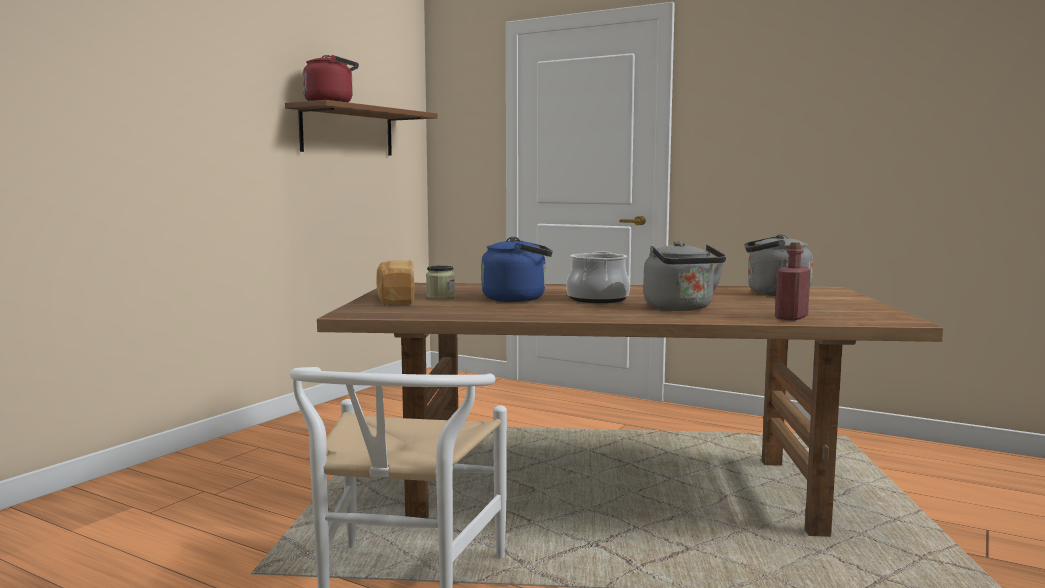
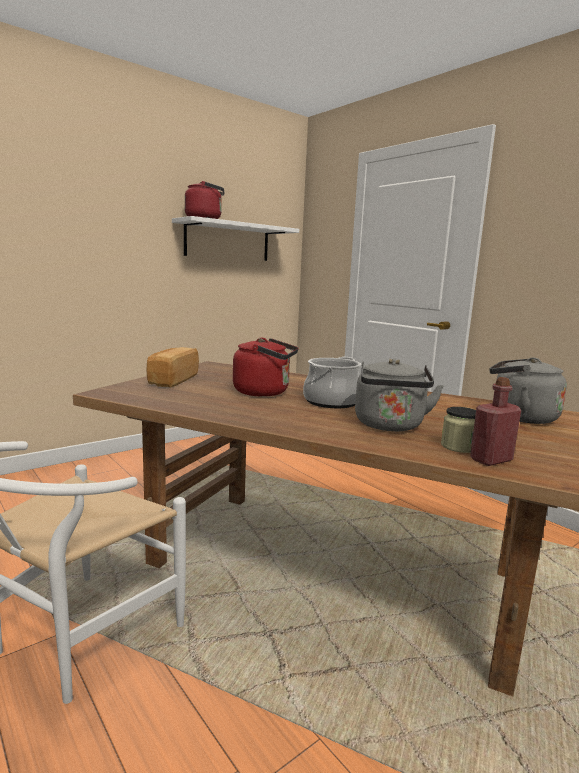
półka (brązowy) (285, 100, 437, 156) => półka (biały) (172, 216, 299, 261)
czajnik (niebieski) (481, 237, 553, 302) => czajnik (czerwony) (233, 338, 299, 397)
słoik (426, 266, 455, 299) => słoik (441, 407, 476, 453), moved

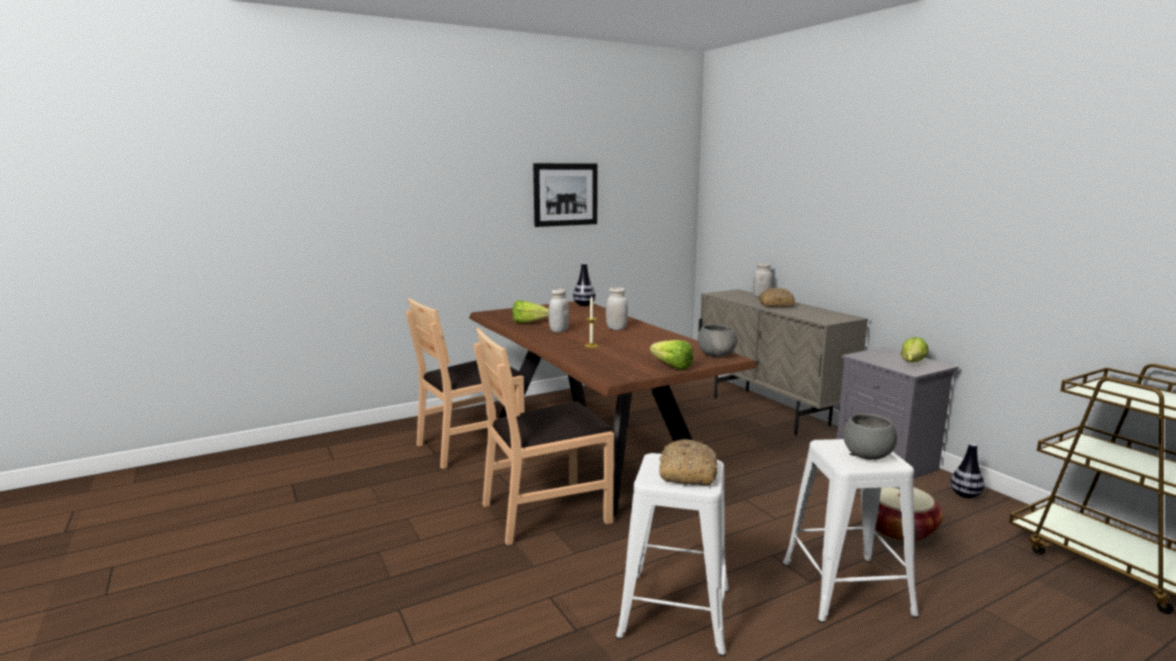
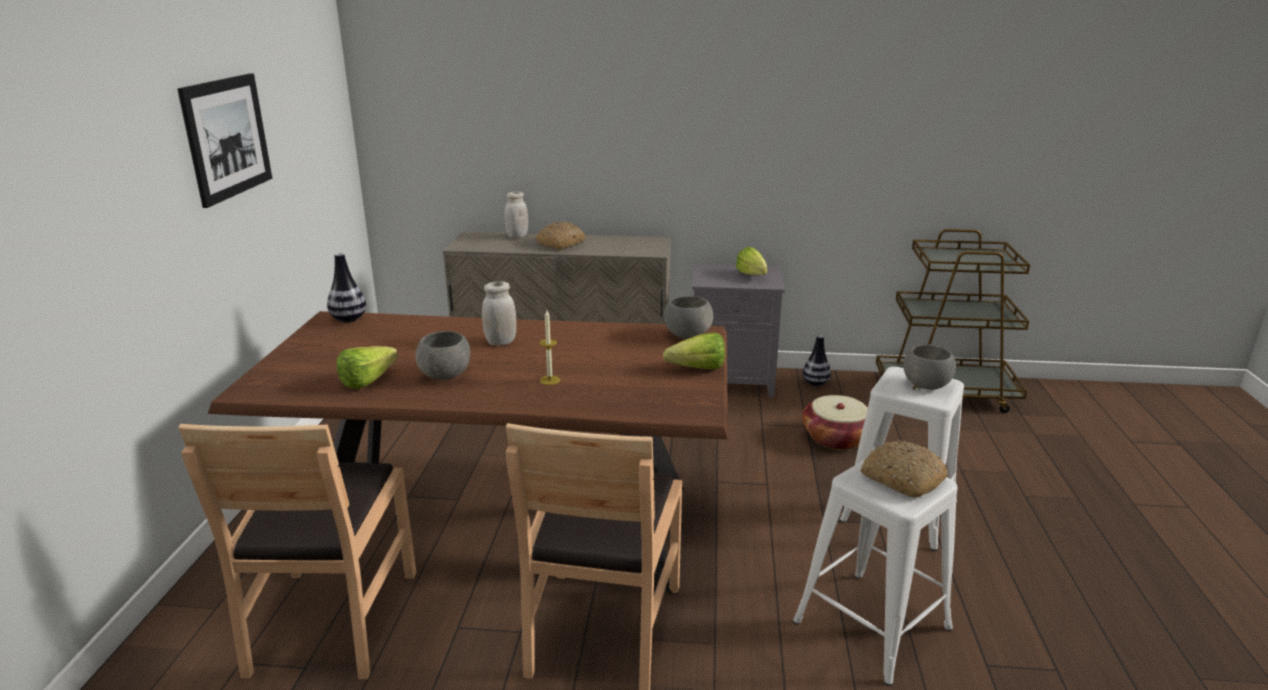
słoik (biały) (548, 289, 569, 332) => miska (szary) (415, 331, 470, 380)

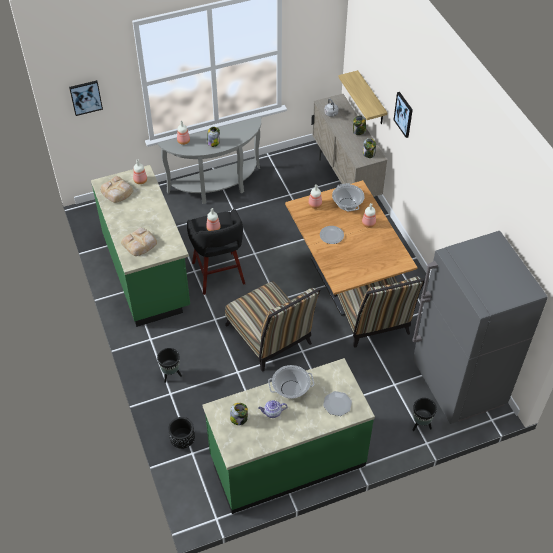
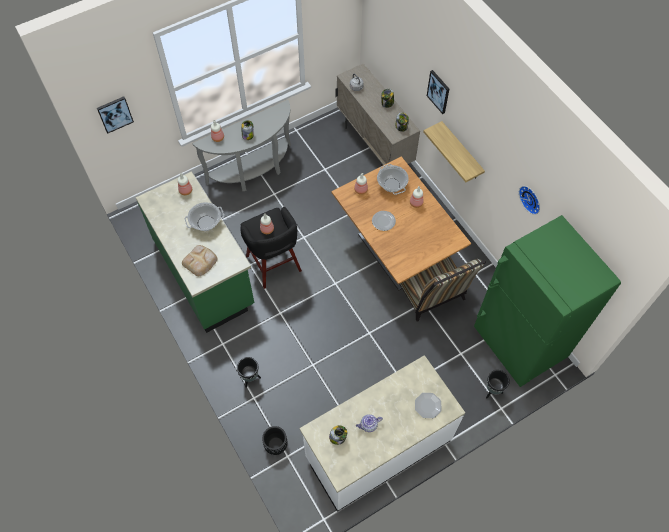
półka (338, 70, 387, 124) => półka (423, 121, 485, 182), moved
chleb (100, 176, 133, 203) => nothing
lodówka (szary) (412, 231, 547, 424) => lodówka (zielony) (474, 215, 621, 387)
krzesło (225, 281, 321, 372) => nothing
zabudowa kuchenna (zielony) (203, 358, 375, 514) => zabudowa kuchenna (biały) (299, 355, 465, 512)
garnek (268, 365, 314, 399) => garnek (184, 202, 224, 231), moved
nothing => zegar ścienny (519, 186, 540, 215)

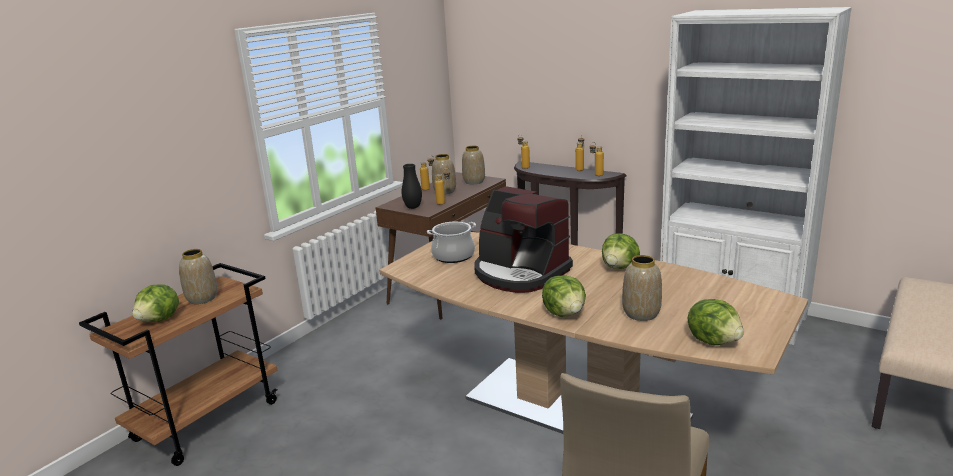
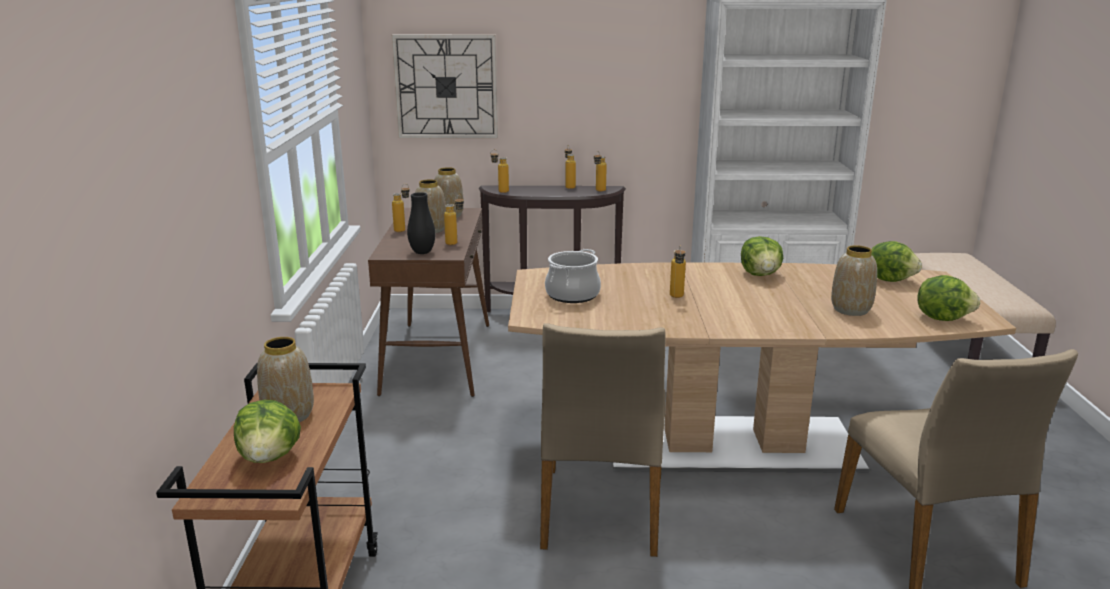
ekspres do kawy (474, 186, 573, 293) => butelka (670, 245, 686, 298)
sałata (542, 275, 586, 317) => sałata (871, 241, 922, 282), moved
nothing => zegar ścienny (392, 34, 498, 139)
nothing => krzesło (beżowy) (540, 323, 666, 557)

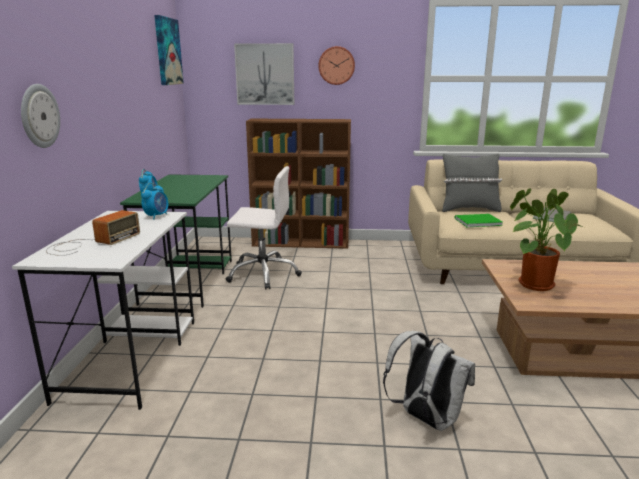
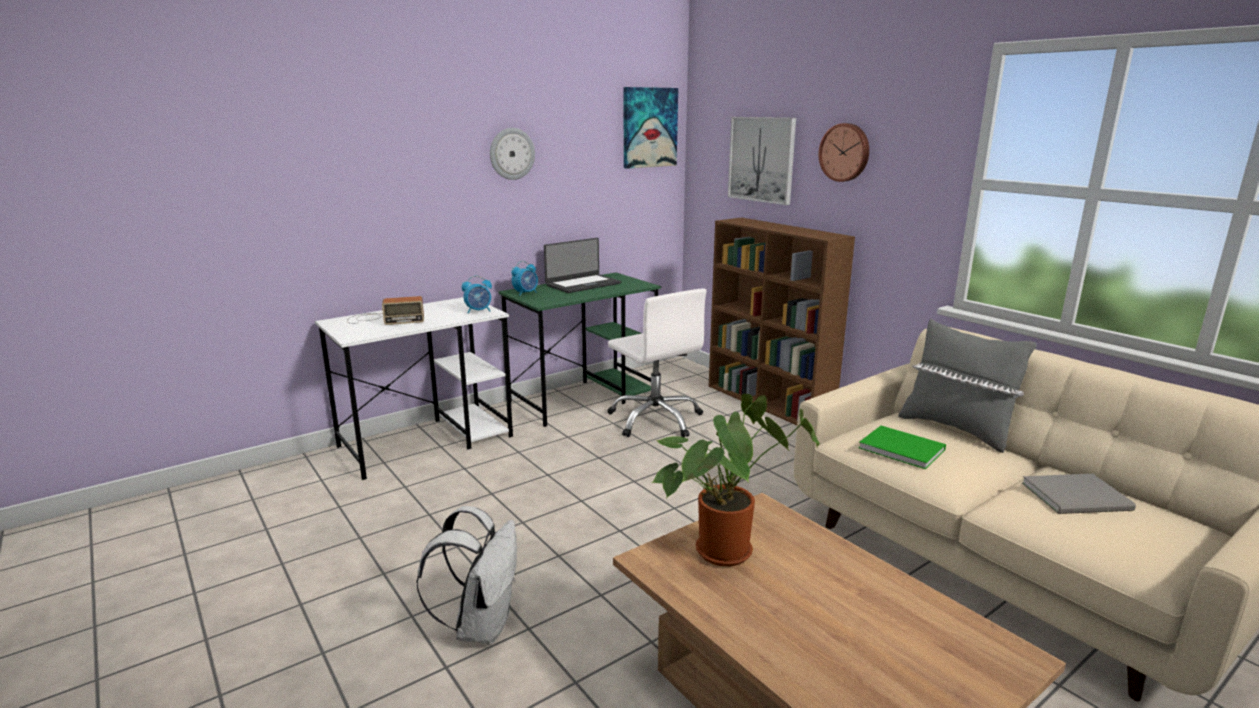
zegar ścienny (21, 84, 60, 148) => zegar ścienny (490, 128, 535, 180), moved
nothing => laptop (544, 238, 621, 293)

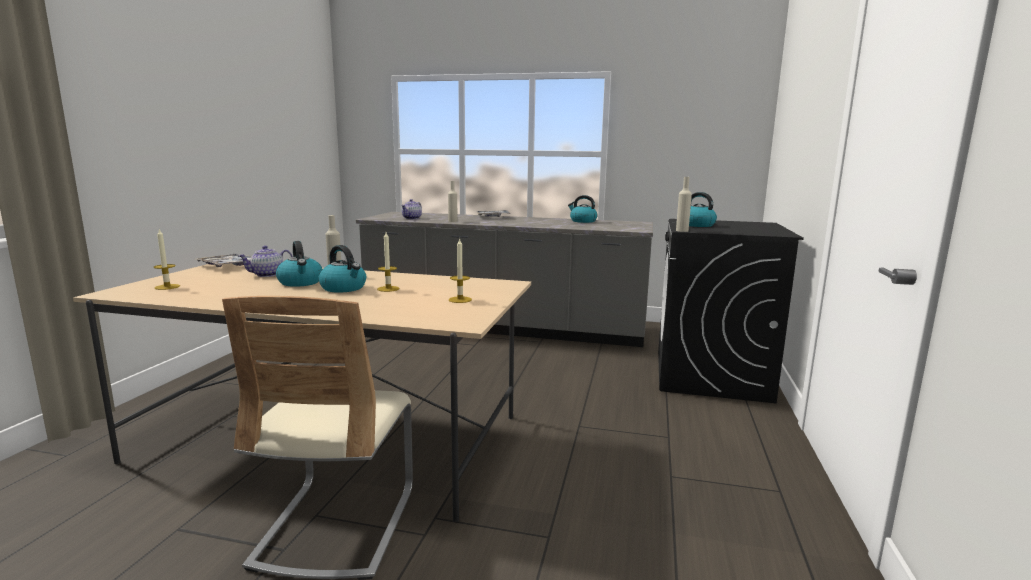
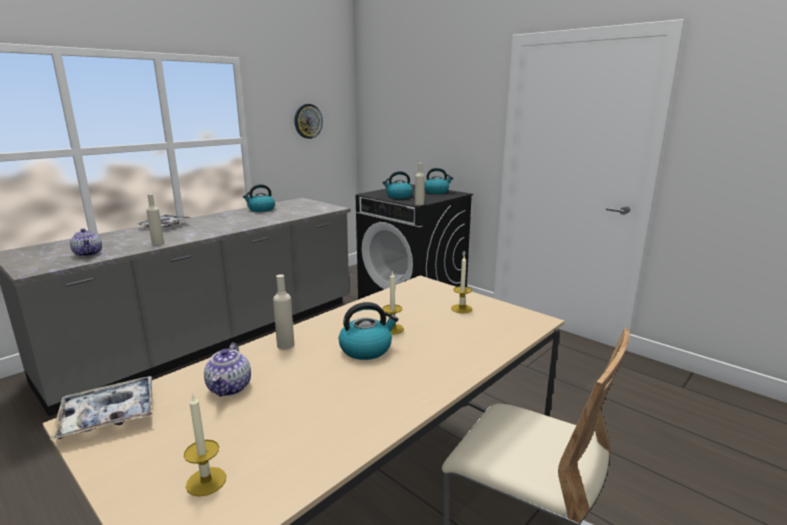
czajnik (276, 241, 322, 287) => czajnik (425, 168, 453, 194), moved
nothing => zegar ścienny (294, 104, 323, 139)

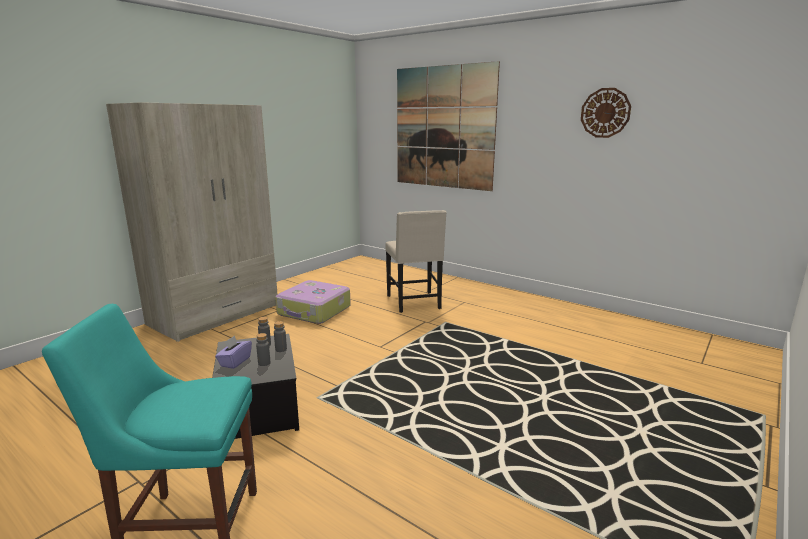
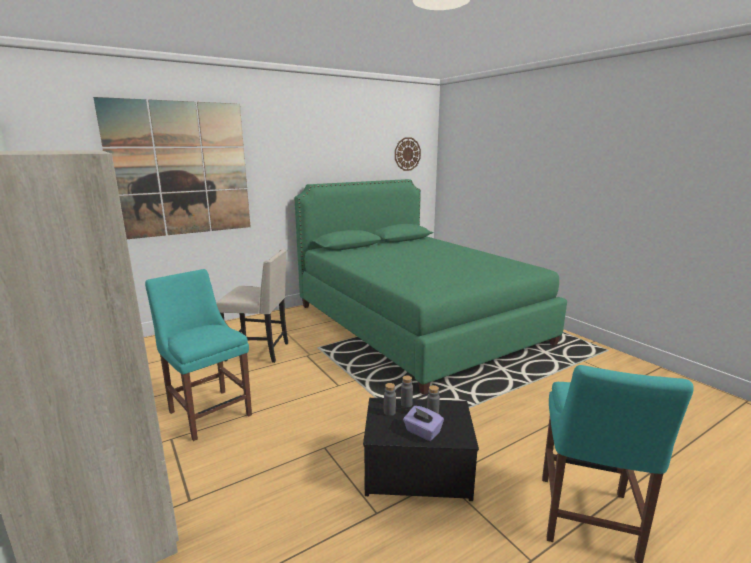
zegar ścienny (581, 88, 631, 138) => zegar ścienny (395, 137, 421, 171), moved
walizka (275, 280, 351, 324) => krzesło (turkusowy) (145, 269, 252, 441)
nothing => łóżko (zielony) (294, 179, 567, 395)

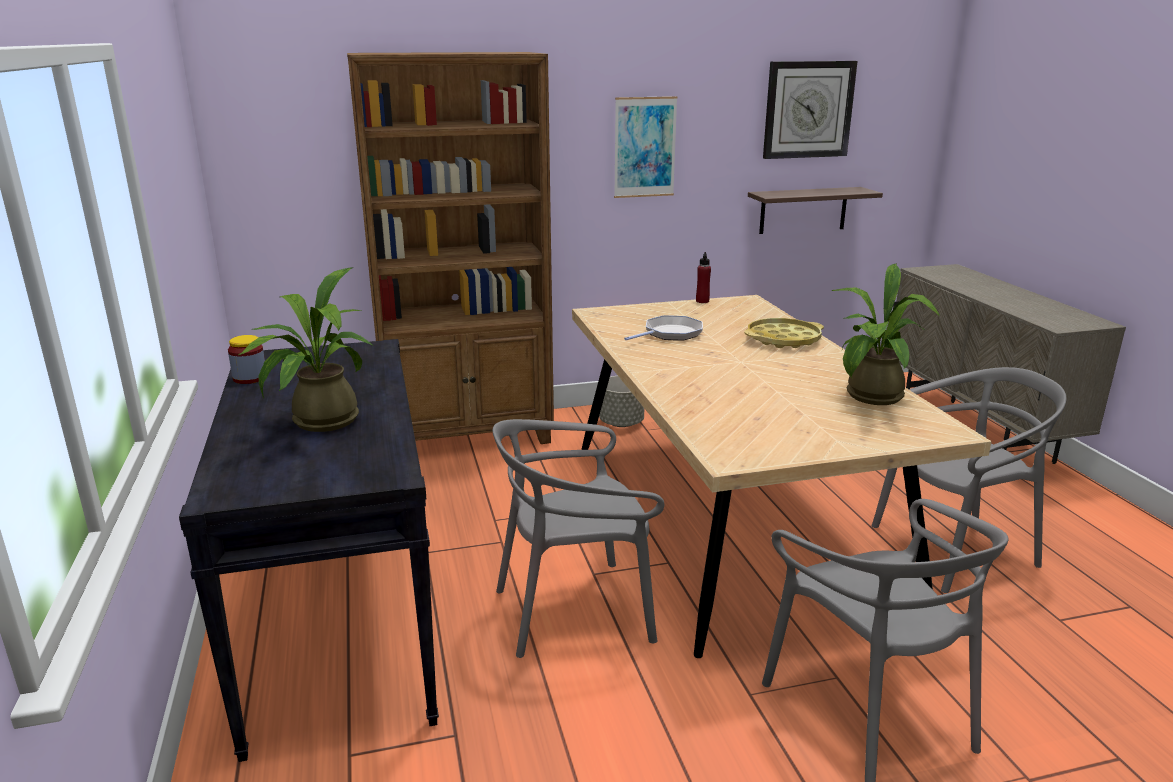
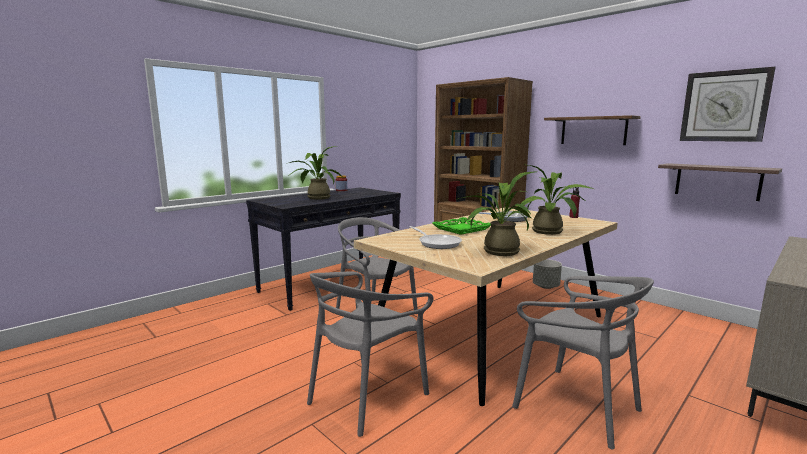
obraz (614, 96, 678, 198) => półka (544, 115, 641, 145)
taca (żółty) (744, 318, 824, 348) => roślina doniczkowa (521, 165, 594, 235)
nothing => taca (zielony) (432, 217, 491, 235)
nothing => patelnia (409, 226, 462, 249)

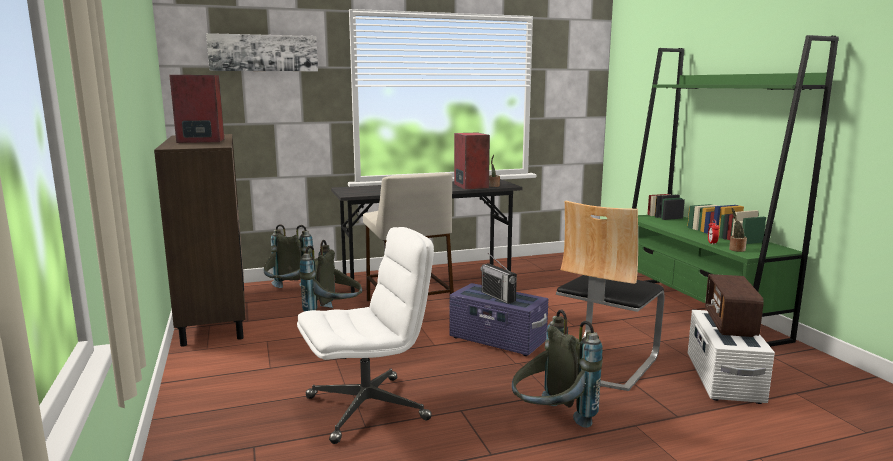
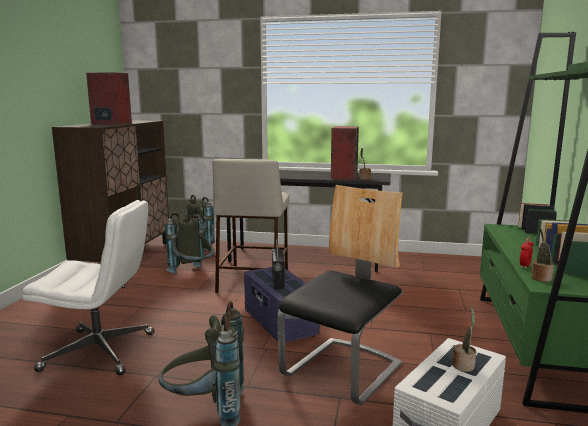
obraz (206, 33, 318, 72) => nothing
krzesło (556, 200, 664, 391) => krzesło (277, 185, 403, 405), 150 degrees clockwise
radio (705, 274, 764, 337) => roślina doniczkowa (453, 307, 476, 372)

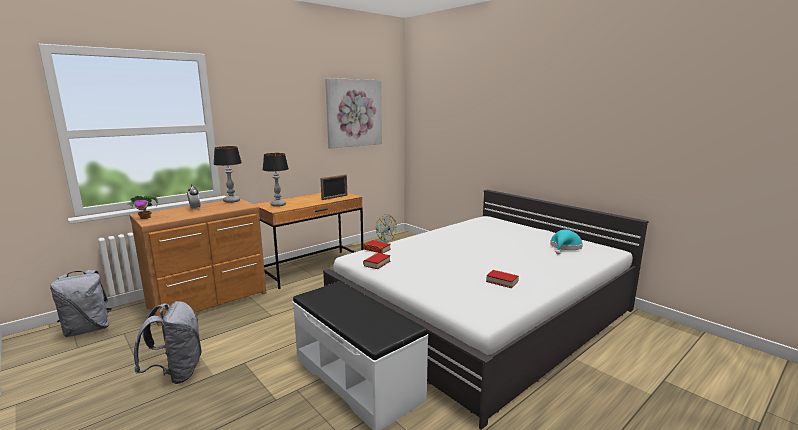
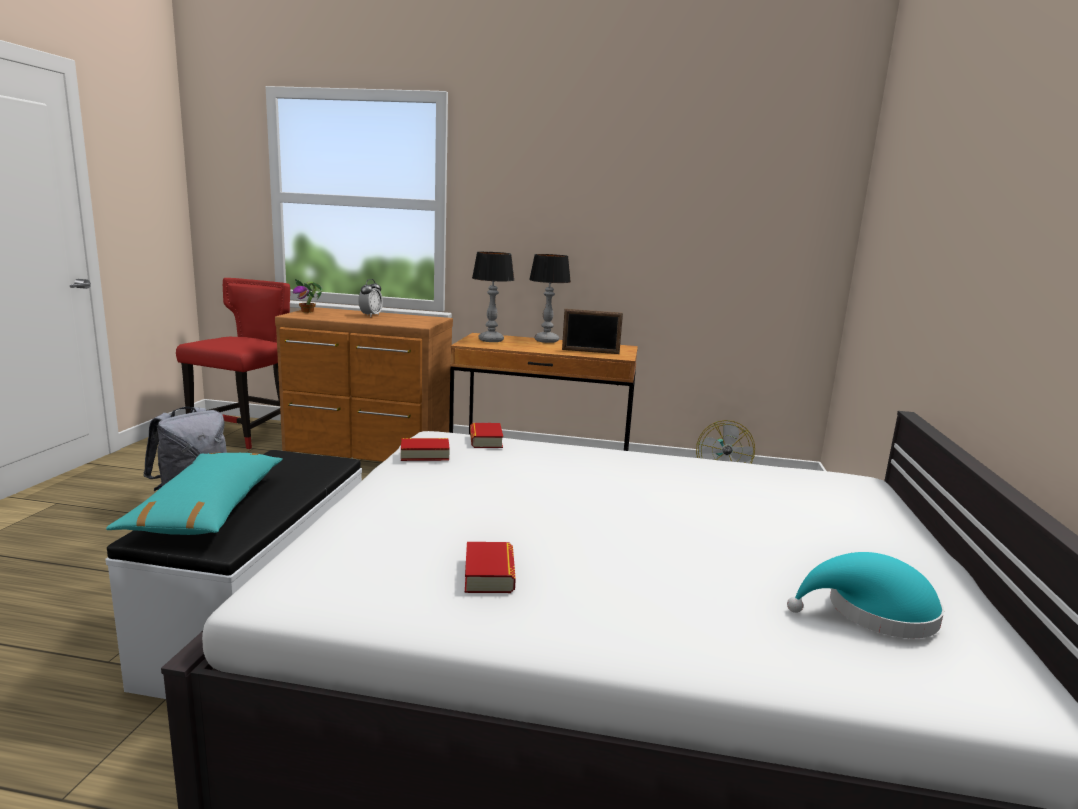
obraz (325, 78, 382, 149) => nothing
lampa stołowa (213, 146, 242, 203) => lampa stołowa (529, 254, 571, 343), moved
plecak (szary) (50, 270, 112, 337) => krzesło (czerwony) (176, 278, 290, 449)
nothing => poduszka (turkusowy) (106, 453, 283, 535)

